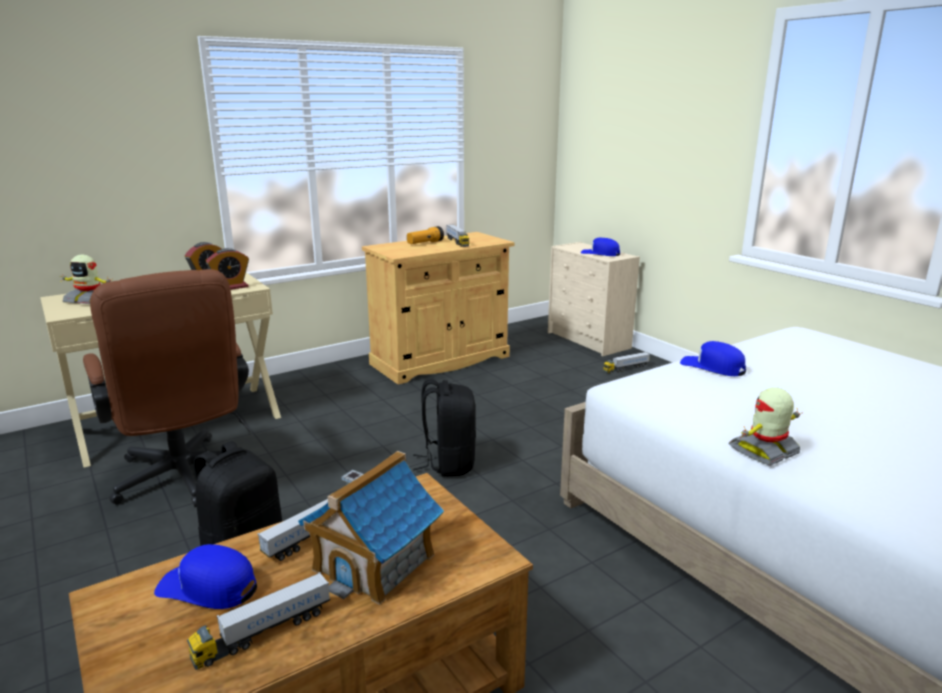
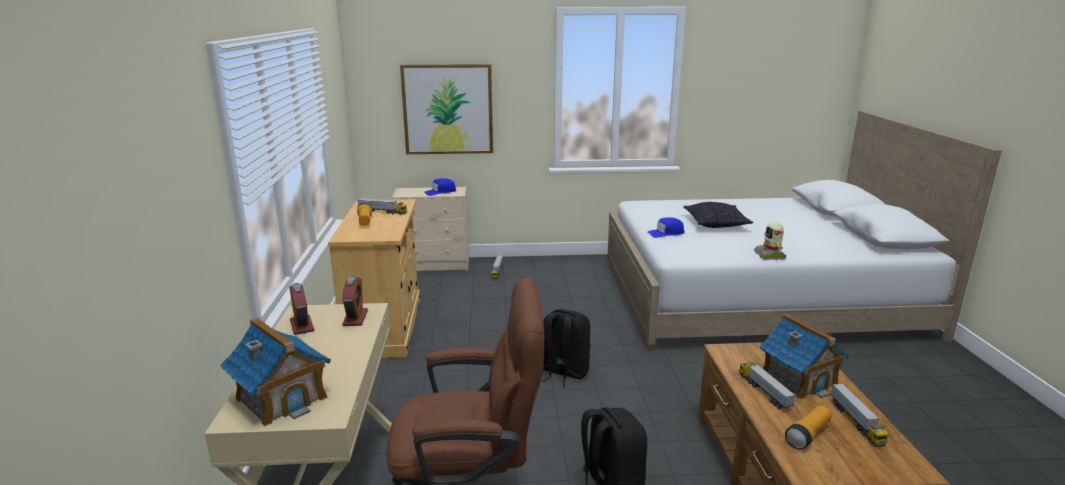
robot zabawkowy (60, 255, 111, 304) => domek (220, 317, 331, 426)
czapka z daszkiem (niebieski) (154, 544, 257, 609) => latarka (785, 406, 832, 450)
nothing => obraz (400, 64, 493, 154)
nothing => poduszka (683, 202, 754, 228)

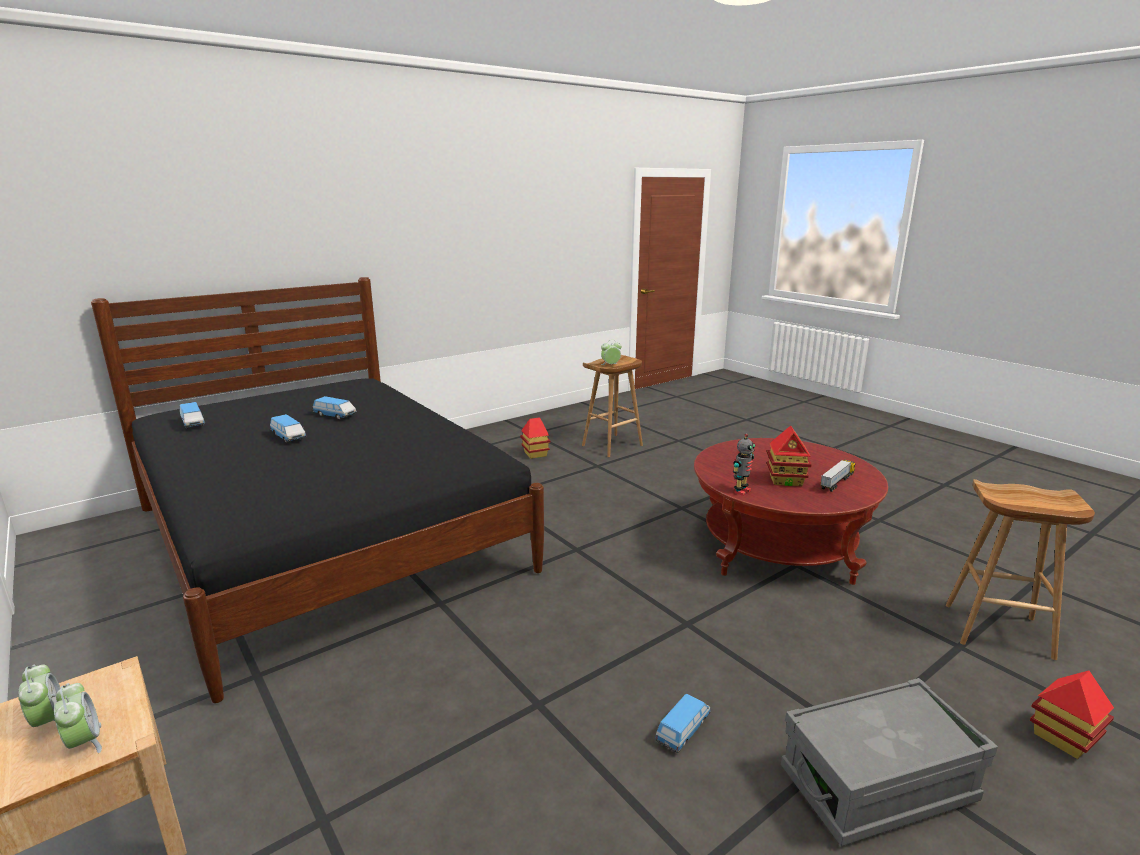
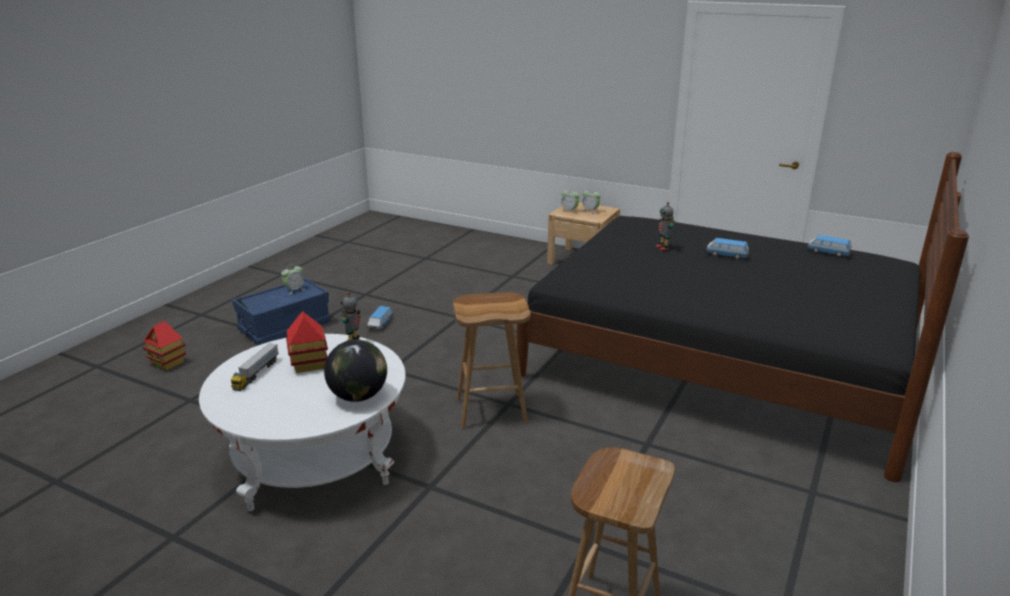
budzik (601, 340, 622, 365) => budzik (281, 264, 305, 295), moved
samochodzik (313, 396, 357, 420) => nothing
domek (520, 417, 550, 459) => nothing
ława (czerwony) (694, 438, 888, 585) => ława (biały) (199, 334, 406, 511)
stołek (brązowy) (946, 479, 1095, 660) => stołek (brązowy) (453, 292, 531, 429), moved
pojemnik do przechowywania (szary) (781, 678, 998, 846) => pojemnik do przechowywania (niebieski) (232, 278, 331, 345)
nothing => robot zabawkowy (656, 202, 675, 251)
nothing => globus (324, 340, 387, 402)

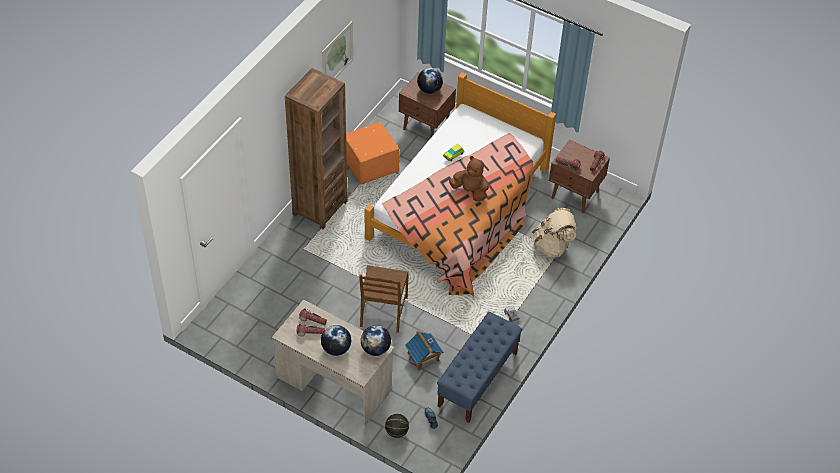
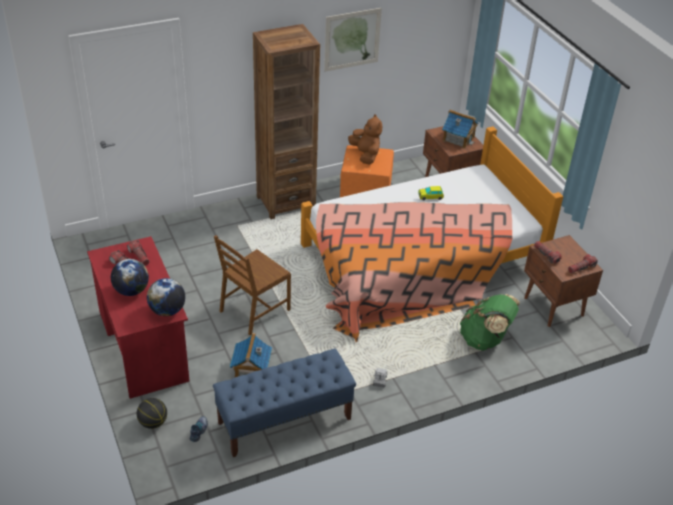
globus (417, 68, 443, 94) => domek (442, 110, 478, 149)
pluszak (brązowy) (449, 156, 489, 201) => pluszak (brązowy) (348, 114, 382, 165), moved
plecak (beżowy) (532, 208, 576, 258) => plecak (zielony) (460, 294, 520, 351)
biurko (beżowy) (272, 299, 394, 425) => biurko (czerwony) (87, 236, 189, 399)

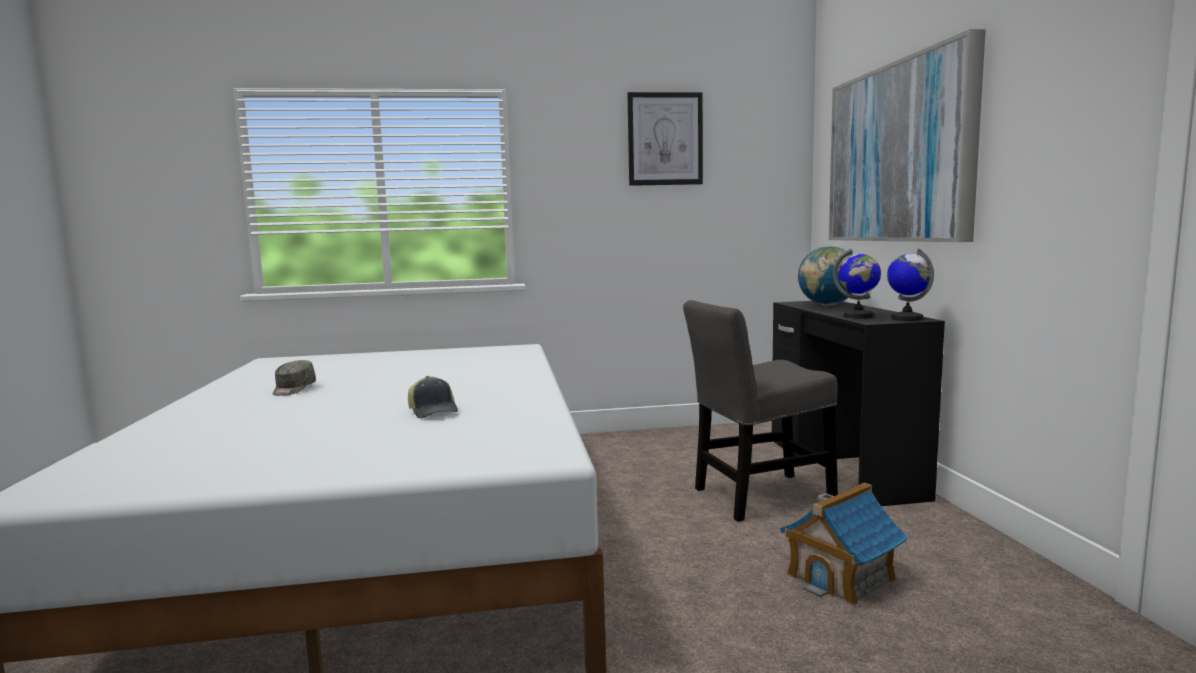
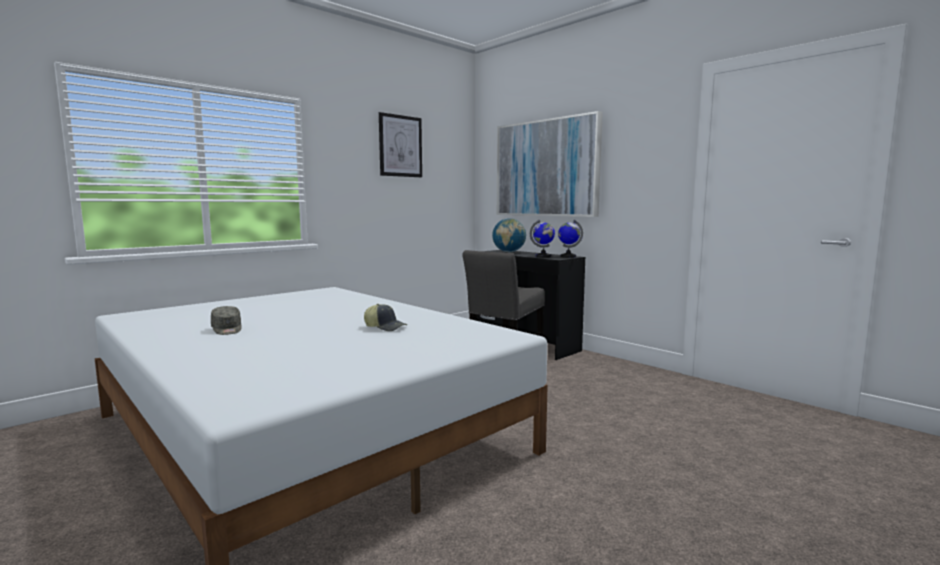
domek (780, 483, 908, 606) => nothing

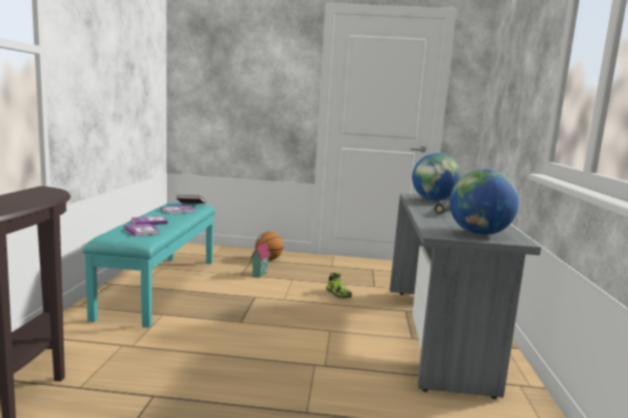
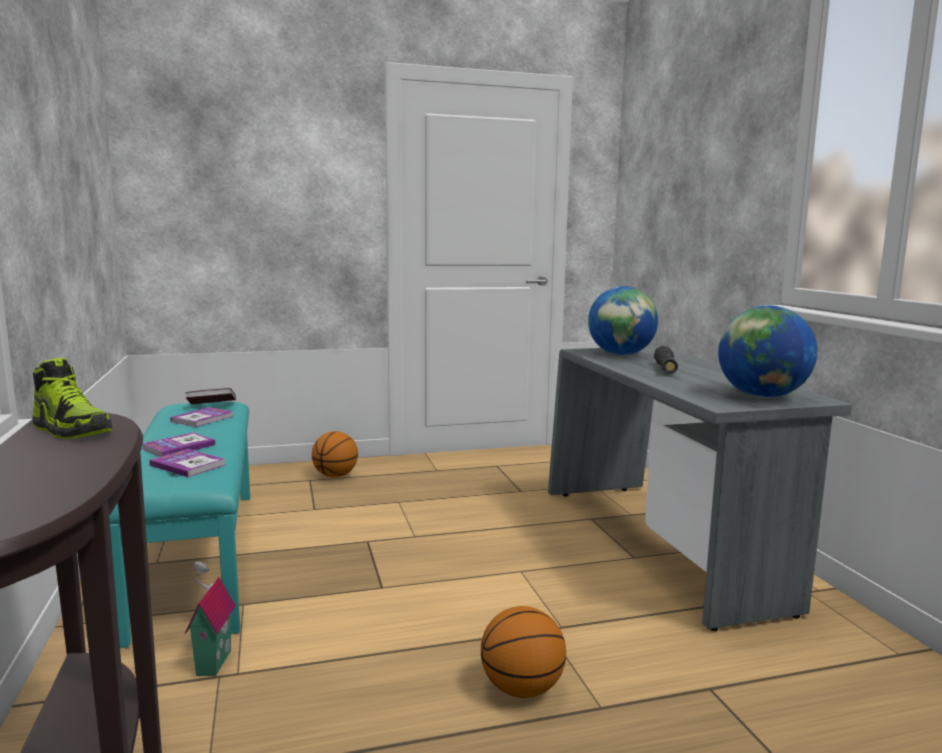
domek (251, 235, 271, 278) => domek (185, 560, 236, 676), moved
but (326, 272, 352, 299) => but (32, 358, 113, 439), moved
nothing => piłka do koszykówki (481, 606, 566, 698)

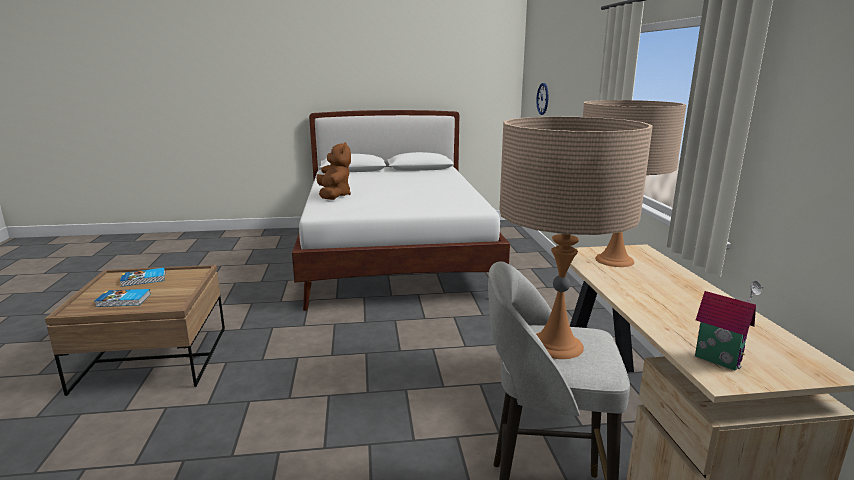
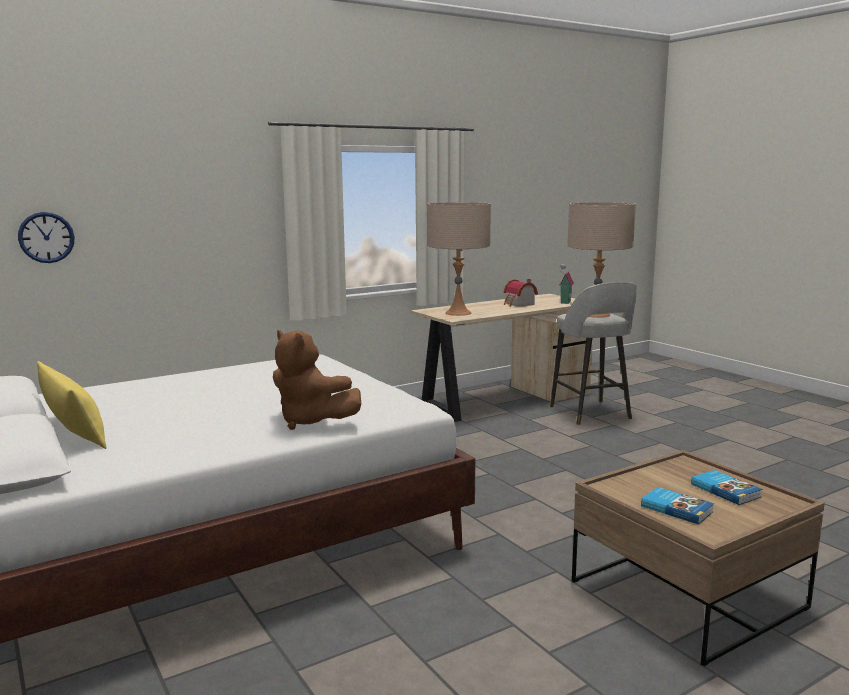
pluszak (brązowy) (316, 142, 351, 200) => pluszak (brązowy) (273, 330, 361, 430), 105 degrees counterclockwise
nothing => domek (504, 279, 538, 307)
nothing => poduszka (żółty) (37, 361, 107, 449)

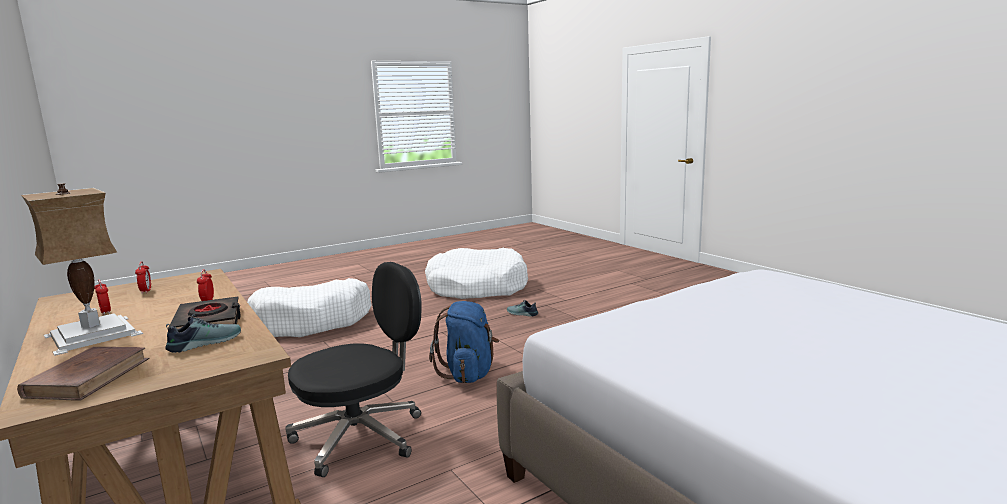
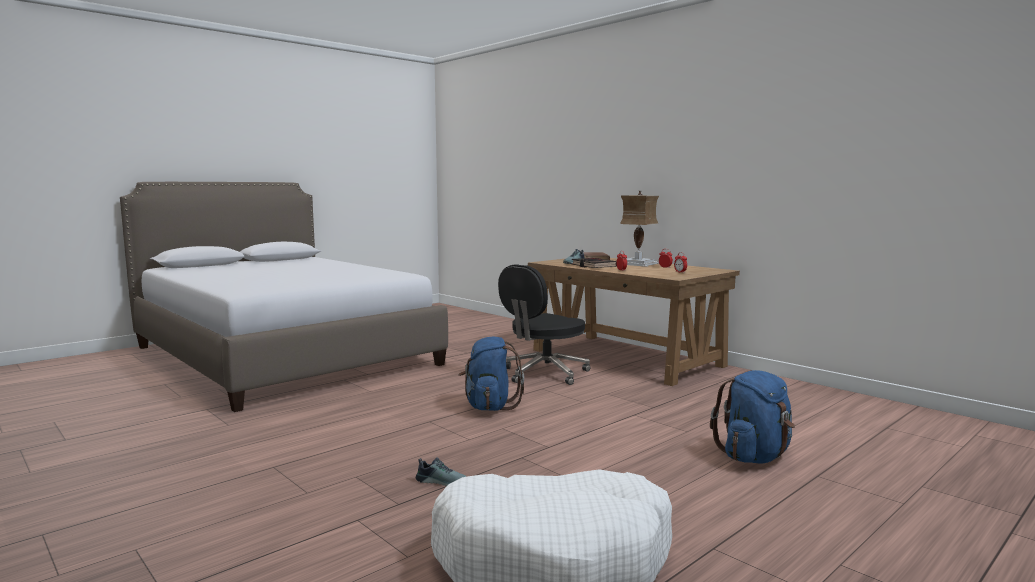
legowisko (biały) (247, 278, 371, 337) => plecak (niebieski) (710, 370, 795, 464)

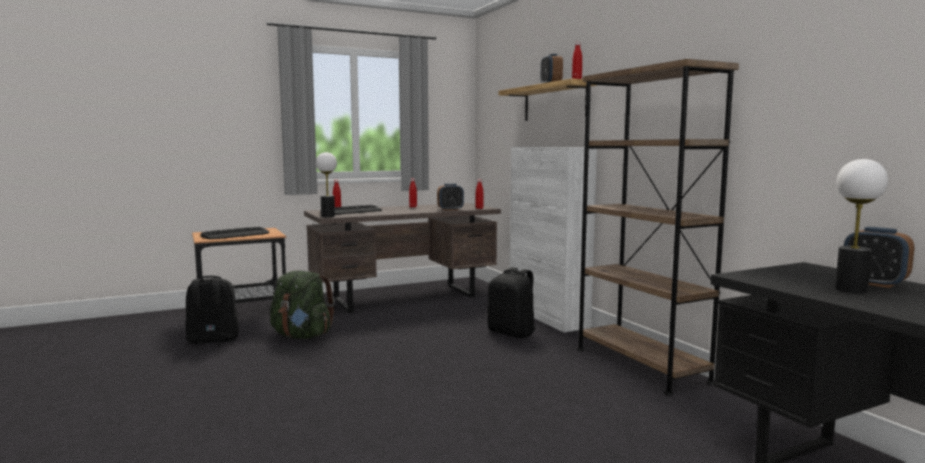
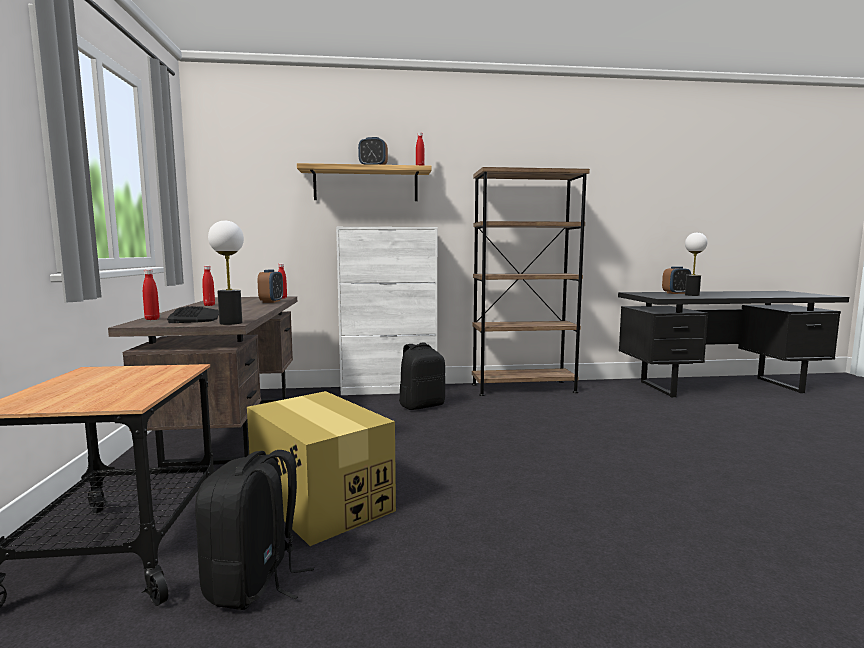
klawiatura (200, 227, 269, 239) => nothing
plecak (zielony) (270, 270, 335, 339) => karton (247, 391, 396, 546)

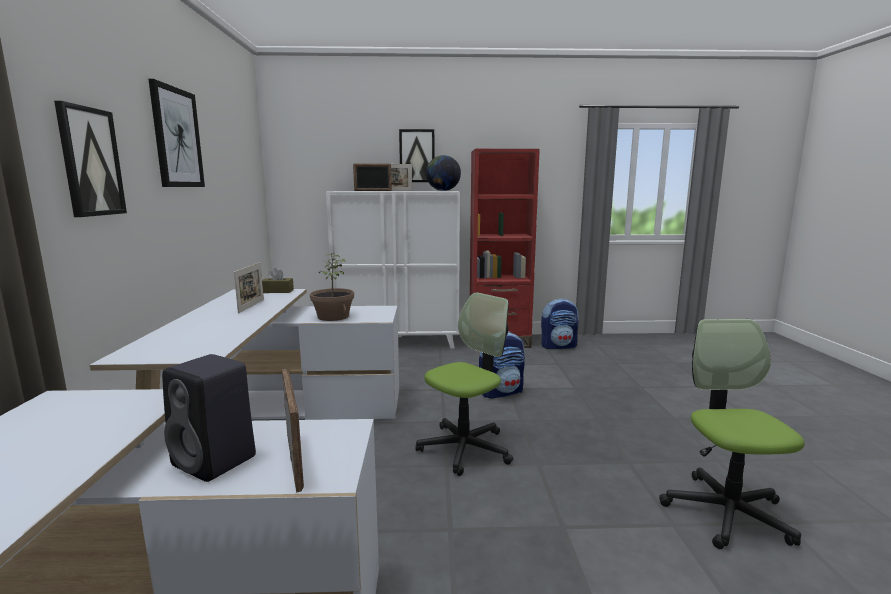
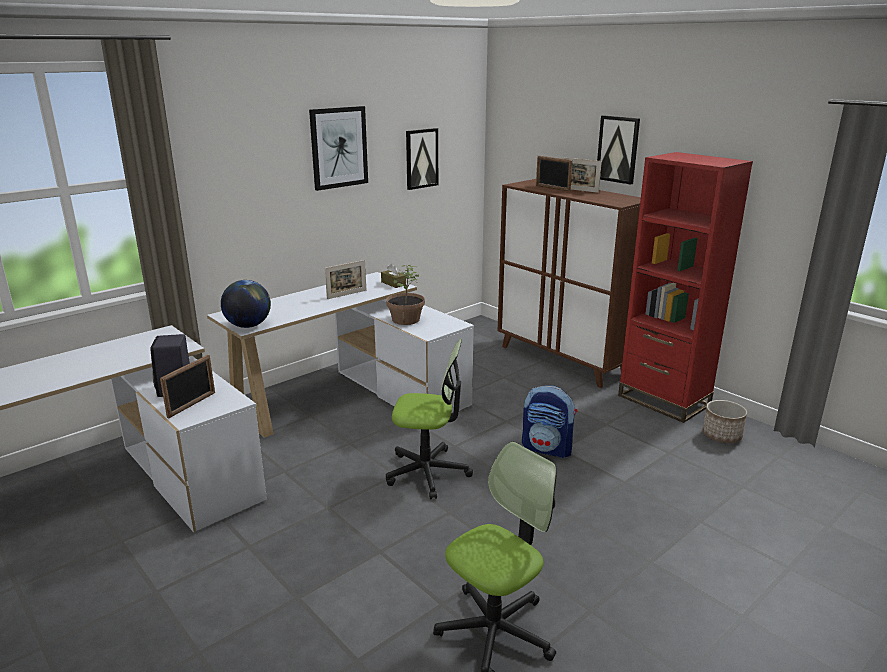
obraz (54, 101, 127, 217) => obraz (406, 128, 438, 190), moved
globus (426, 155, 461, 191) => globus (221, 280, 271, 328), moved
szafka (biały) (326, 191, 460, 349) => szafka (brązowy) (498, 179, 641, 388)
plecak (541, 299, 579, 349) => donica (703, 400, 747, 443)

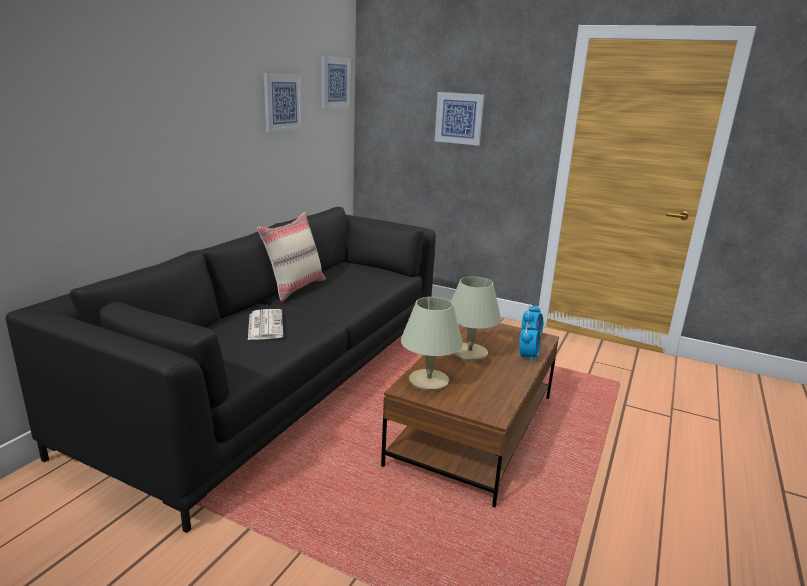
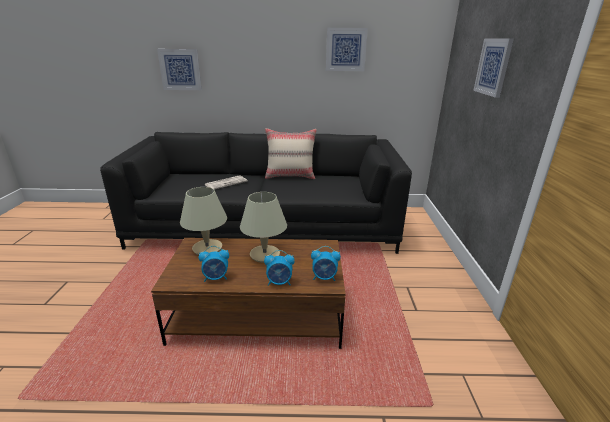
obraz (321, 56, 351, 108) => obraz (157, 49, 202, 90), moved
nothing => budzik (199, 246, 229, 282)

